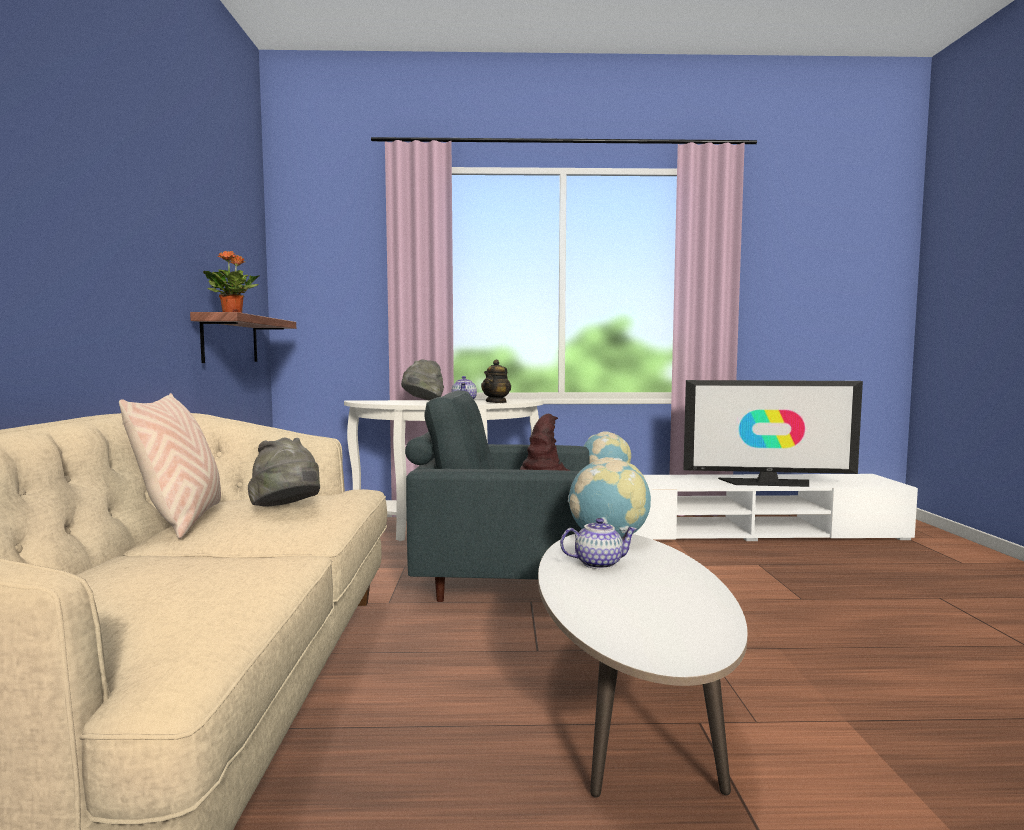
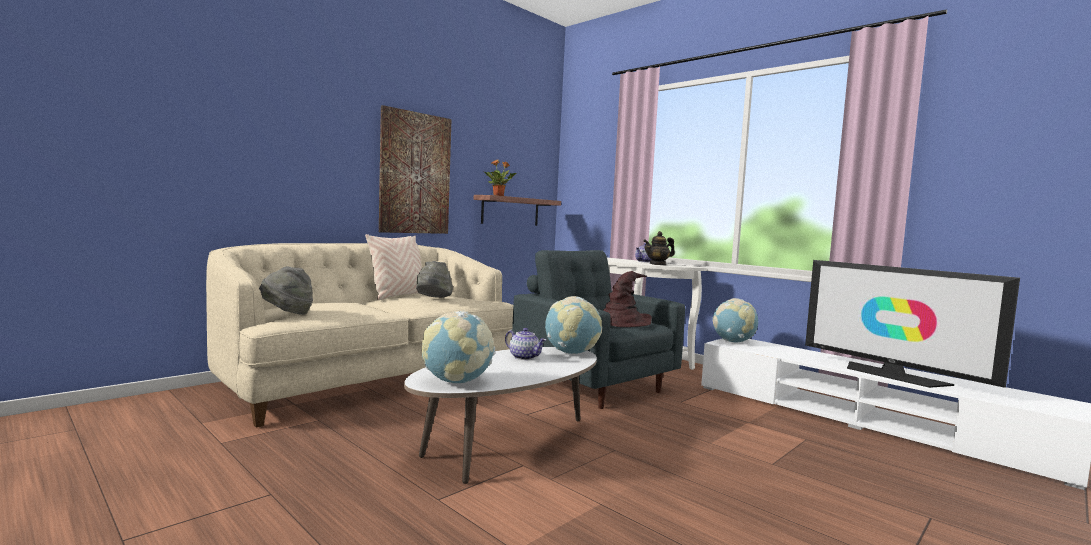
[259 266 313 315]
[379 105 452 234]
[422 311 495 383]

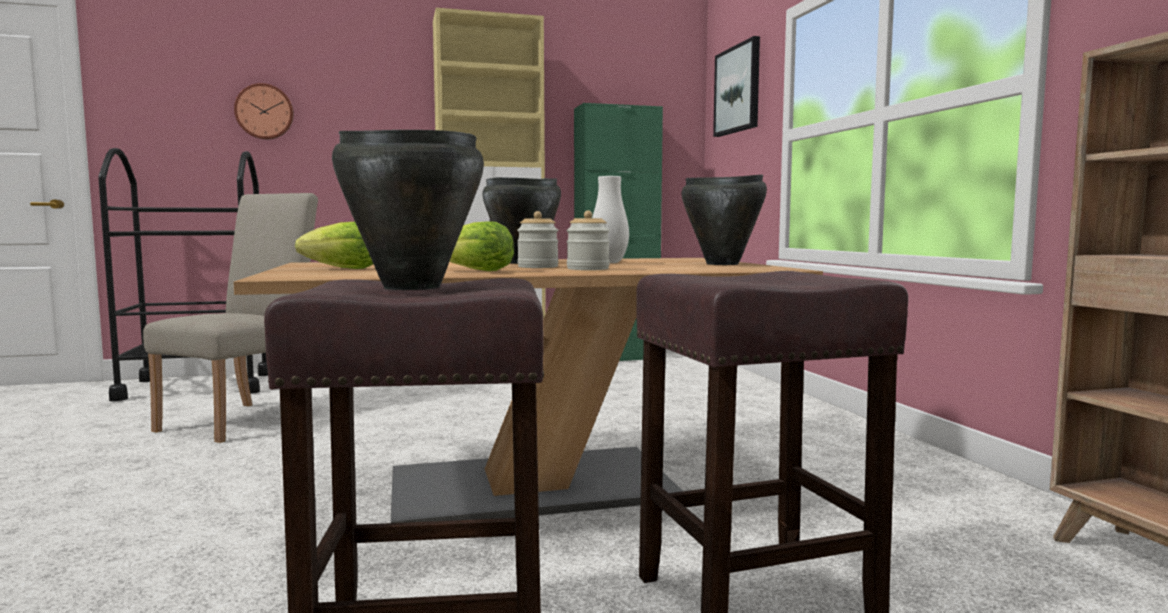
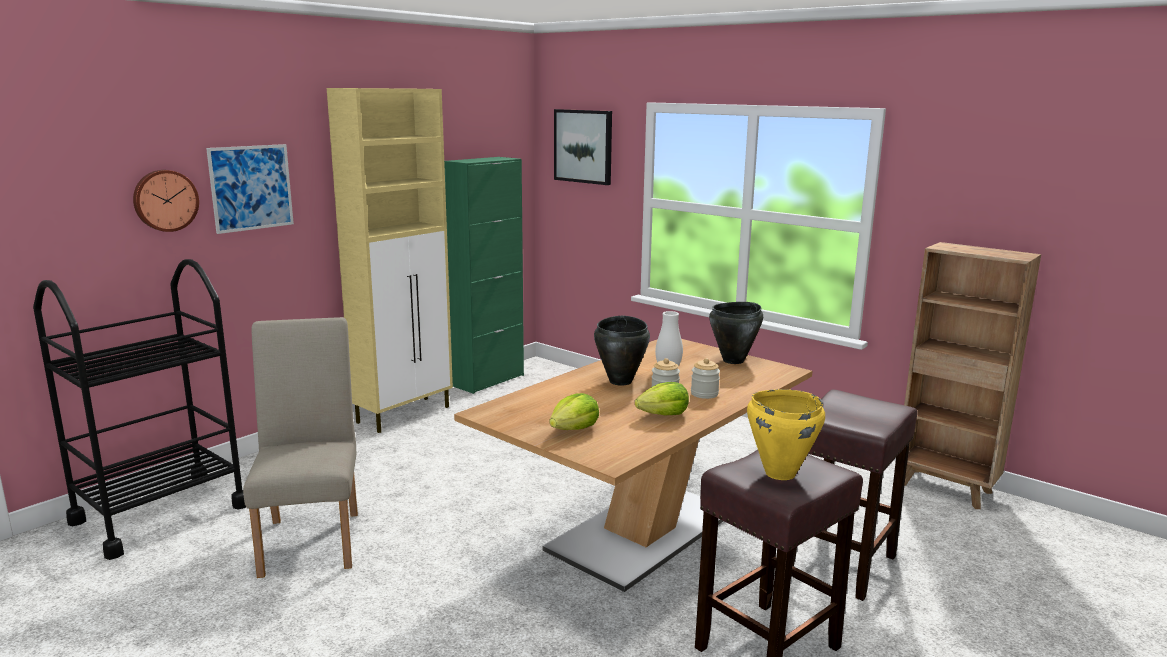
[747 389 825 480]
[206 144 294 234]

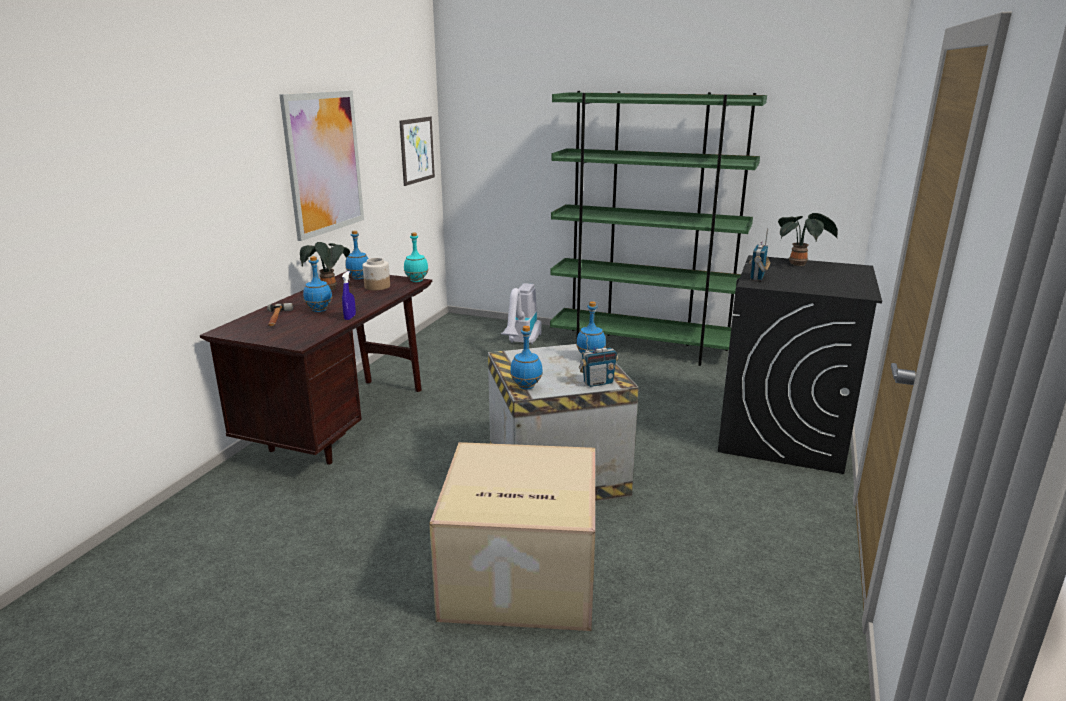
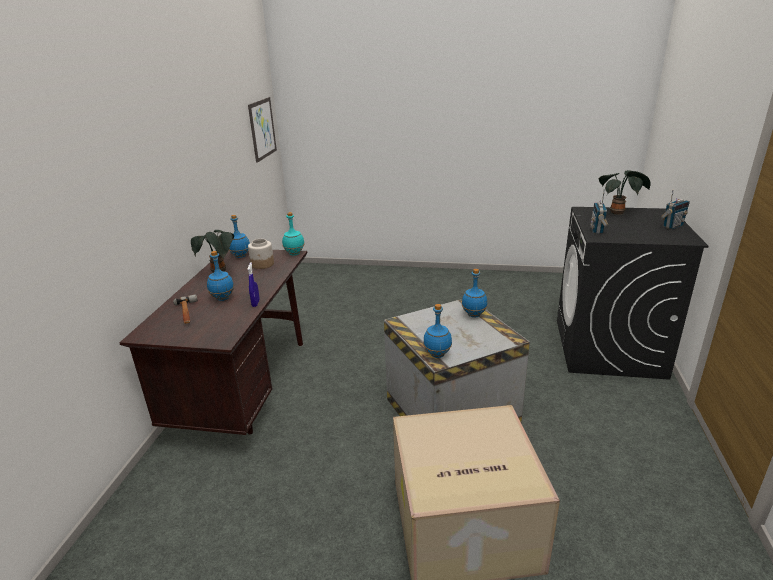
[279 91 364 241] (first image)
[501 283 541 344] (first image)
[550 91 767 366] (first image)
[661 189 690 229]

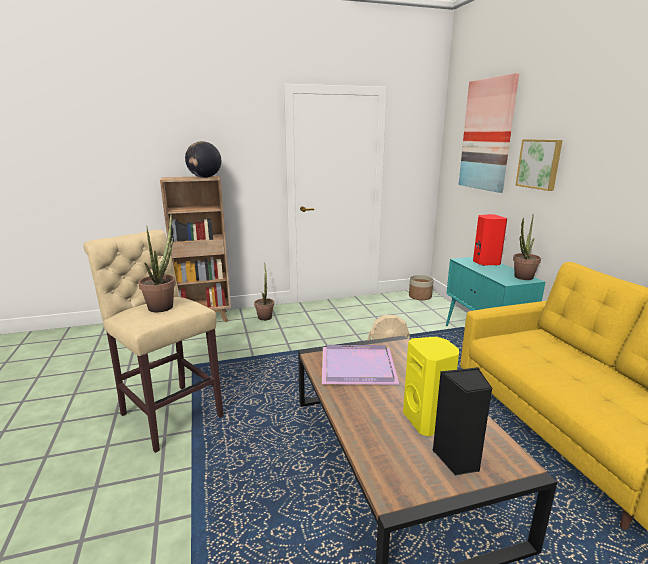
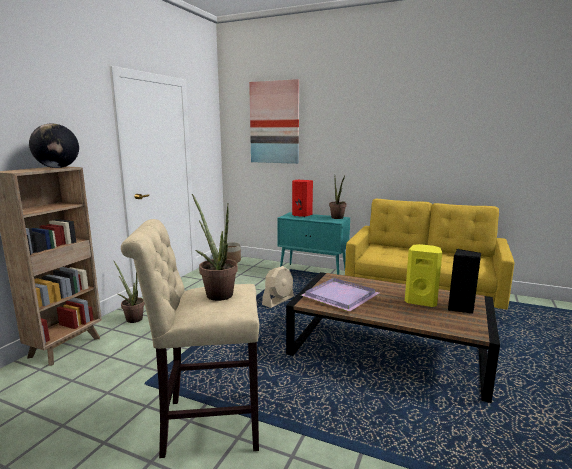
[515 139 563 191] (first image)

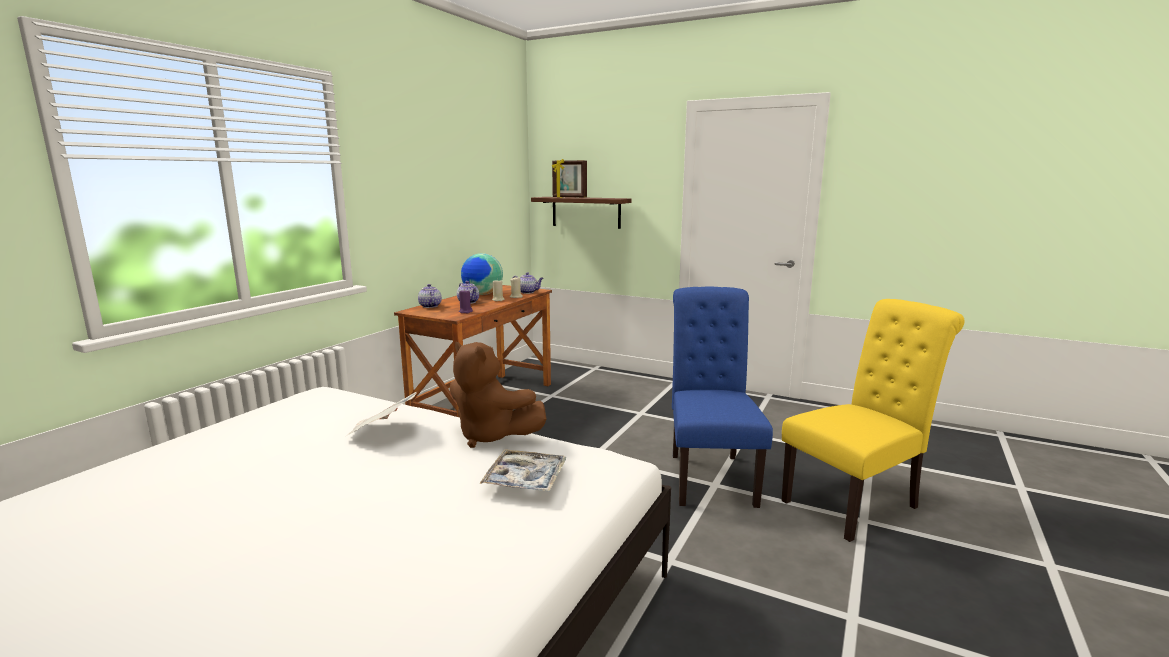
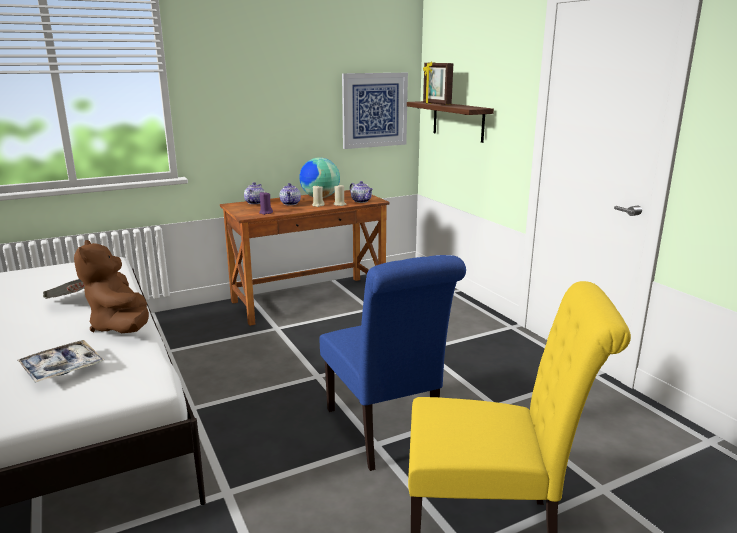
[320 255 466 471]
[342 73 408 149]

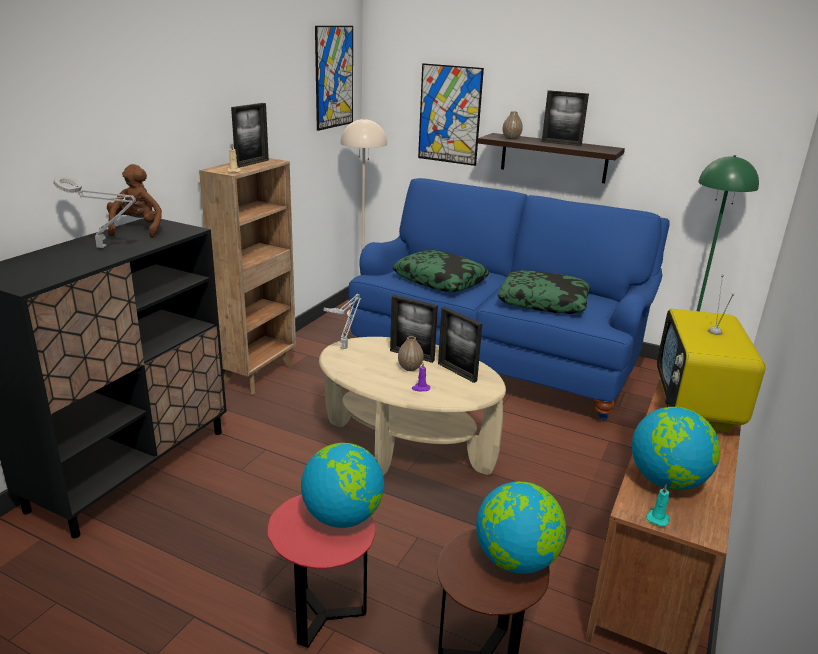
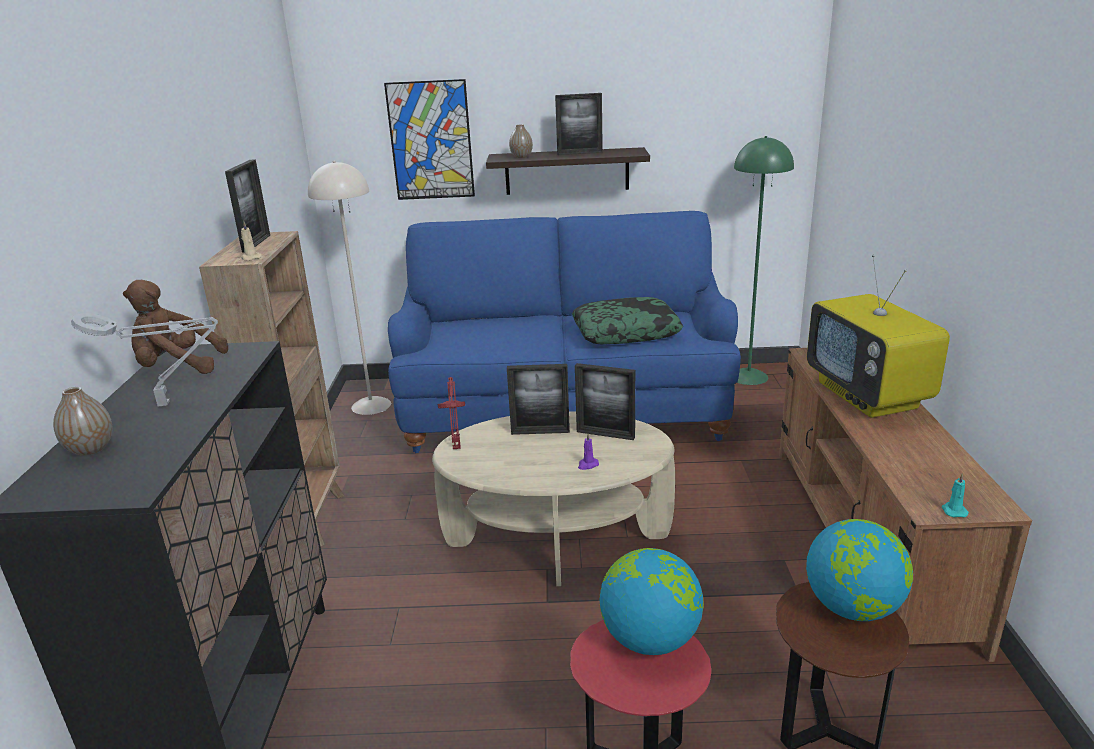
[123 280 228 374]
[315 26 353 131] (first image)
[437 377 465 449]
[393 250 489 292] (first image)
[53 387 113 456]
[632 407 720 490] (first image)

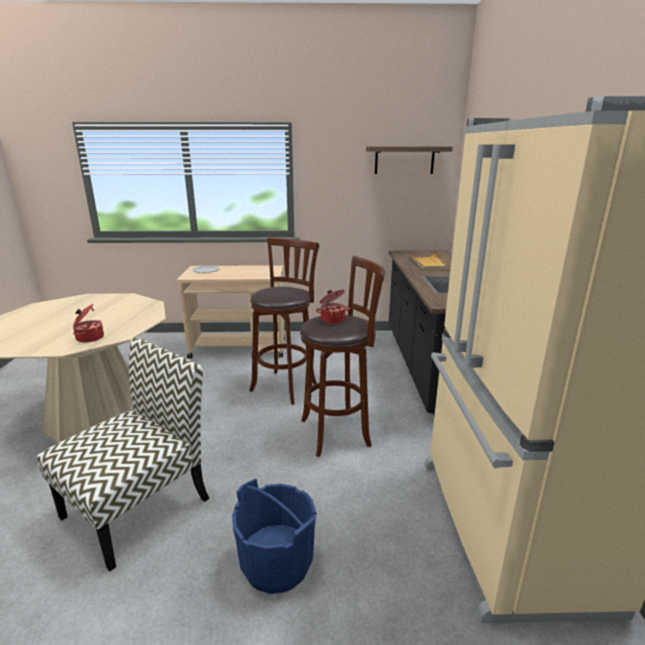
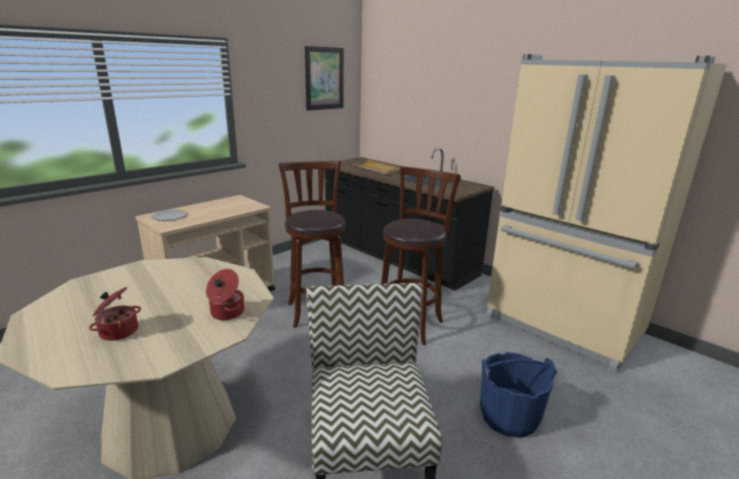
[89 287 141 341]
[305 46 344 111]

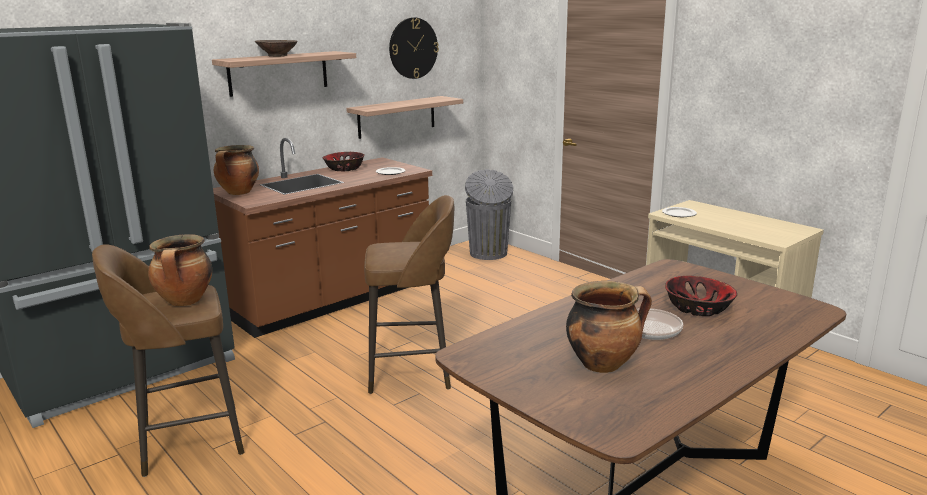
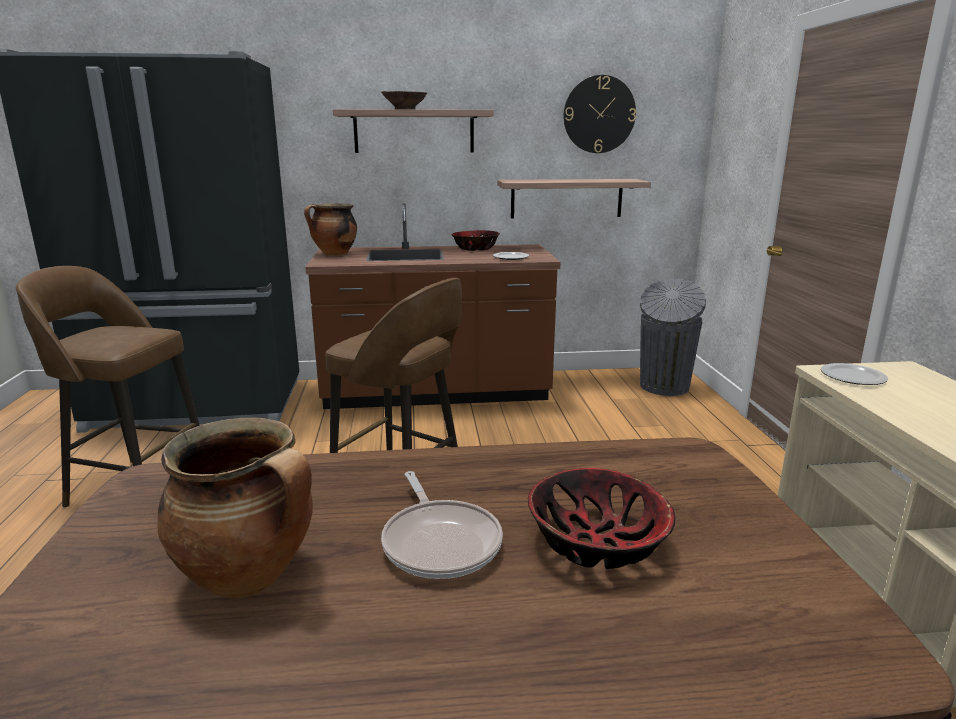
[148 234 212 306] (first image)

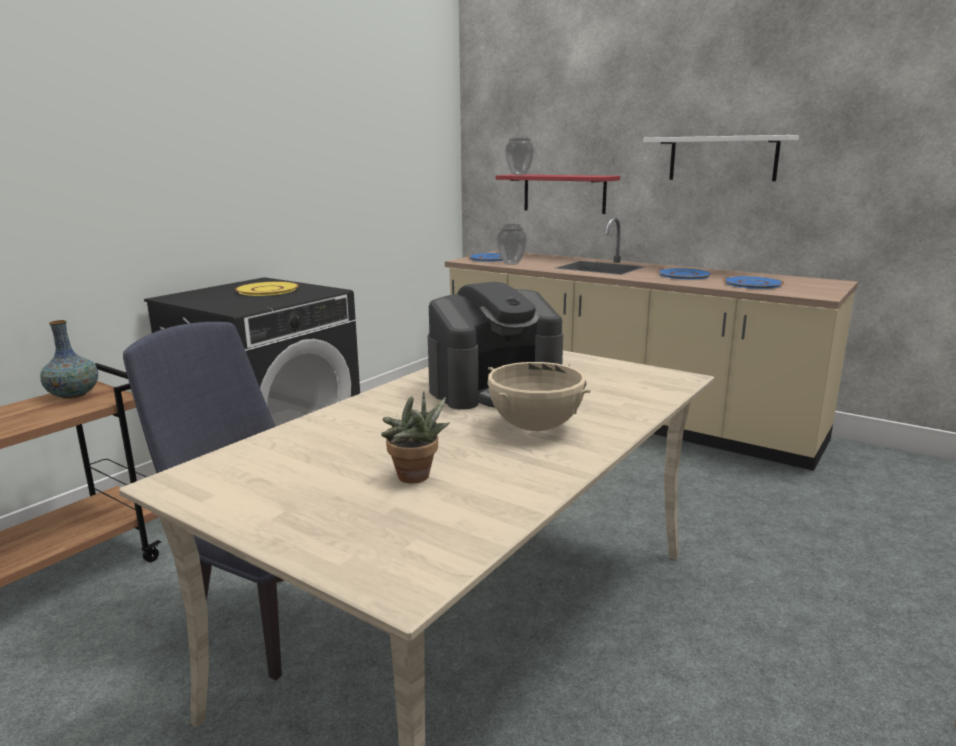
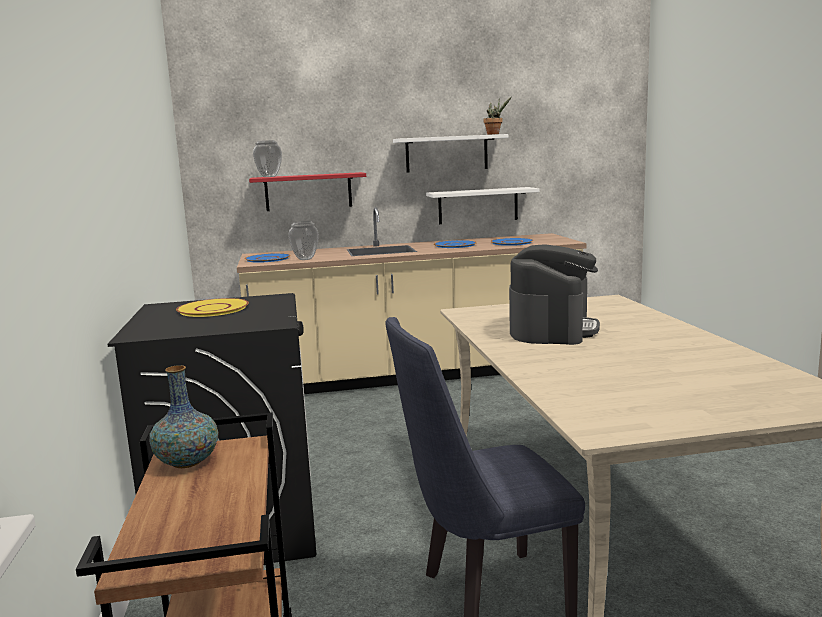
[483 97 511 135]
[487 362 591 431] (first image)
[426 187 539 224]

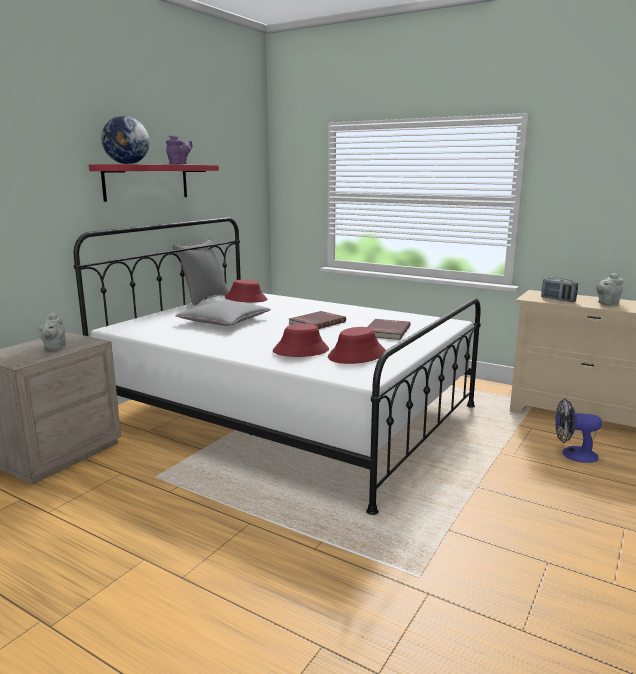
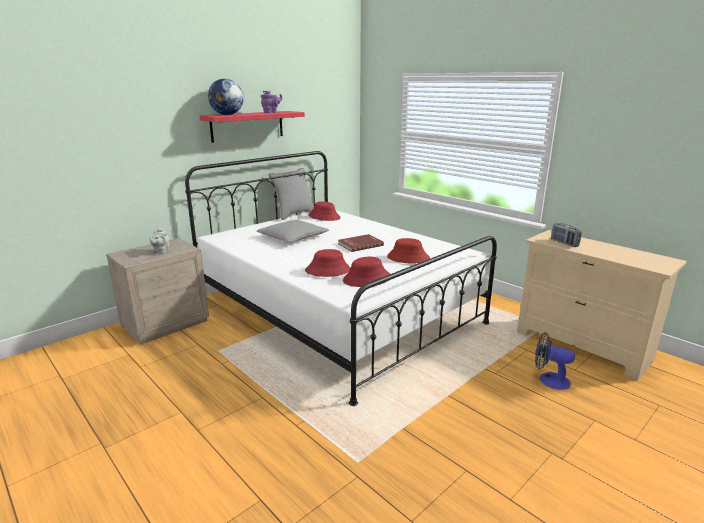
[387 238 430 263]
[596 273 623 306] (first image)

